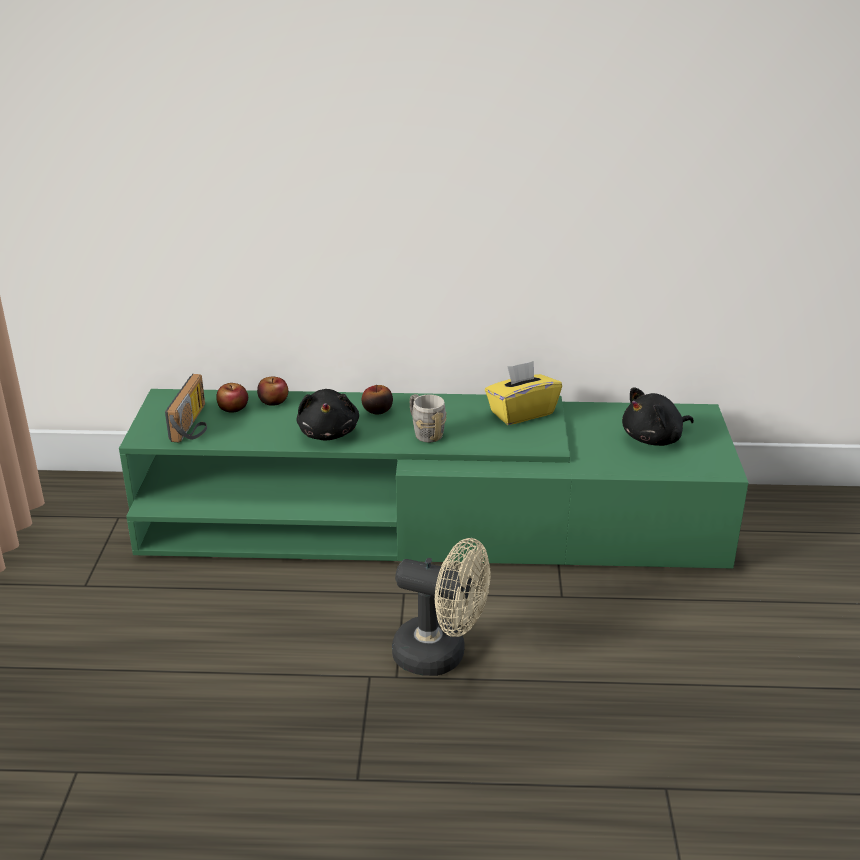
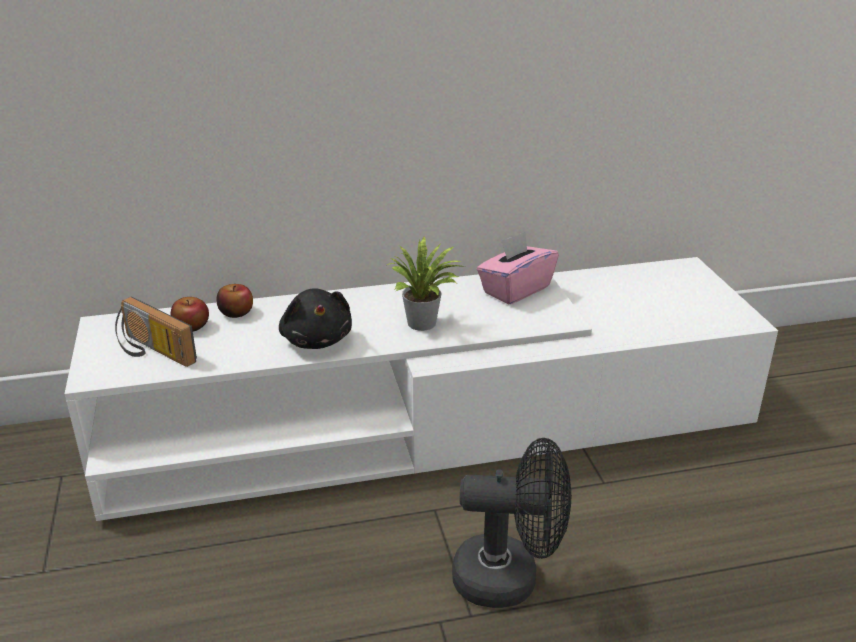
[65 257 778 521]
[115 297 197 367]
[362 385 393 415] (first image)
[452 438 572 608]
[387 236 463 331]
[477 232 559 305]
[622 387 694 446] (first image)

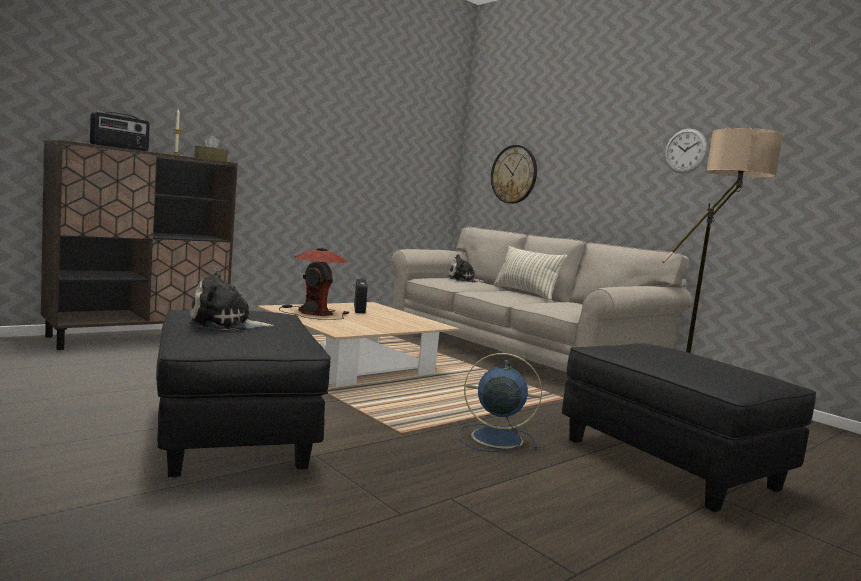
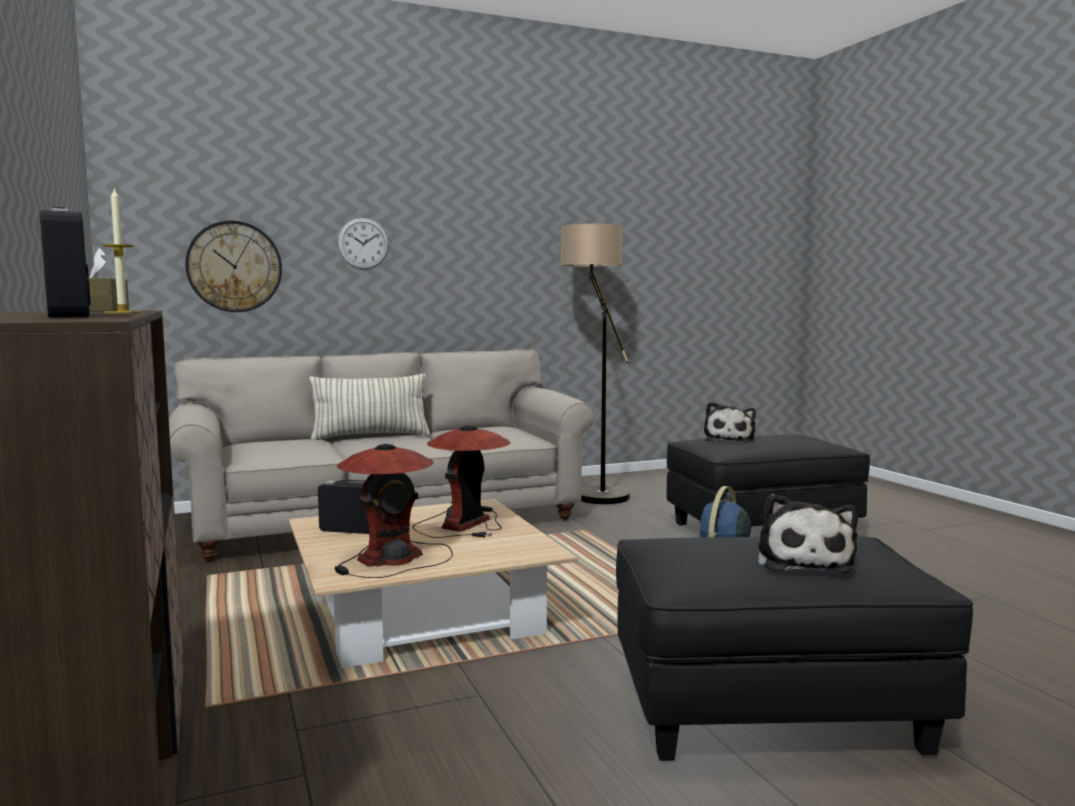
[704 402 756 442]
[337 218 389 270]
[413 425 511 538]

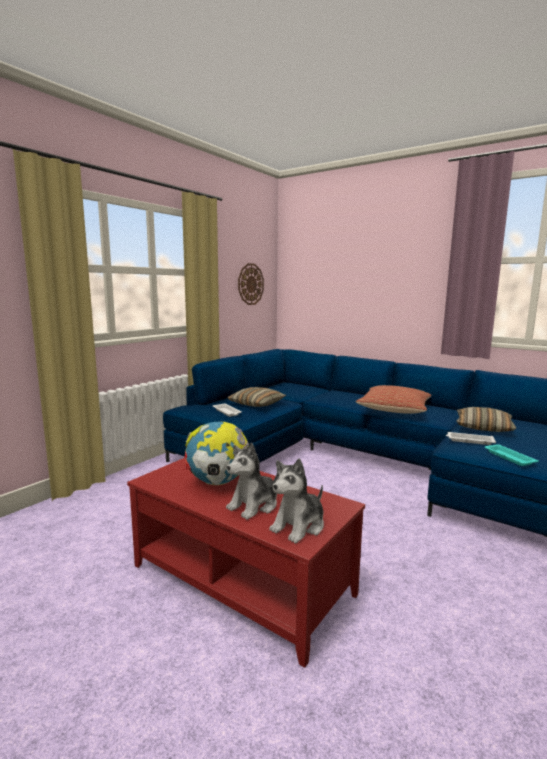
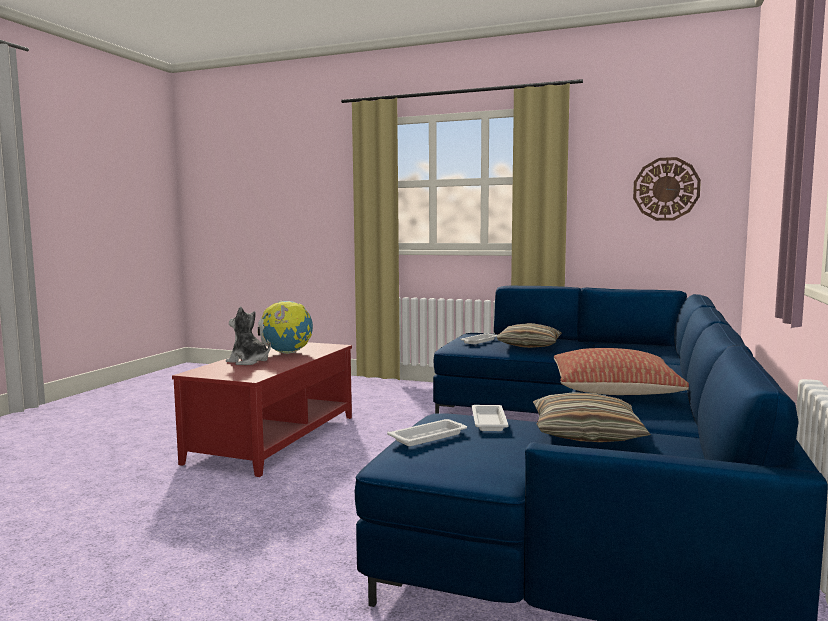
[269 458 324 543] (first image)
[387 419 467 446]

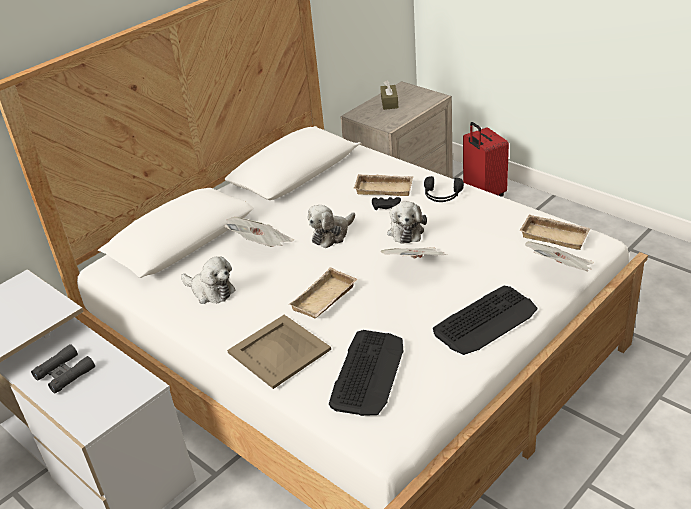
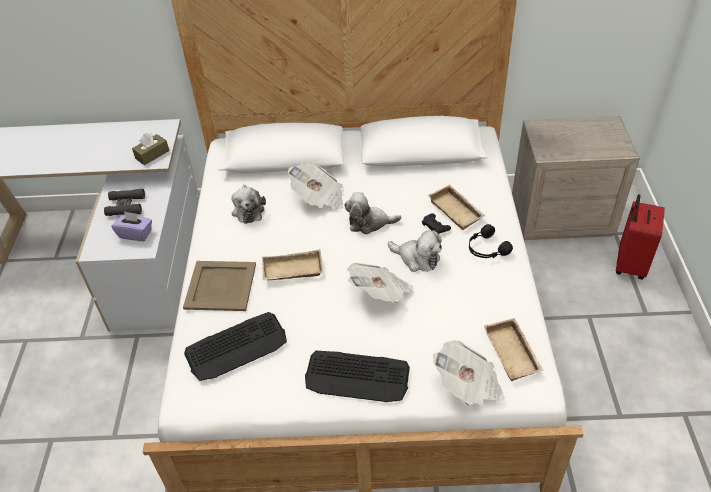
[132 133 169 165]
[388 230 442 272]
[111 211 152 241]

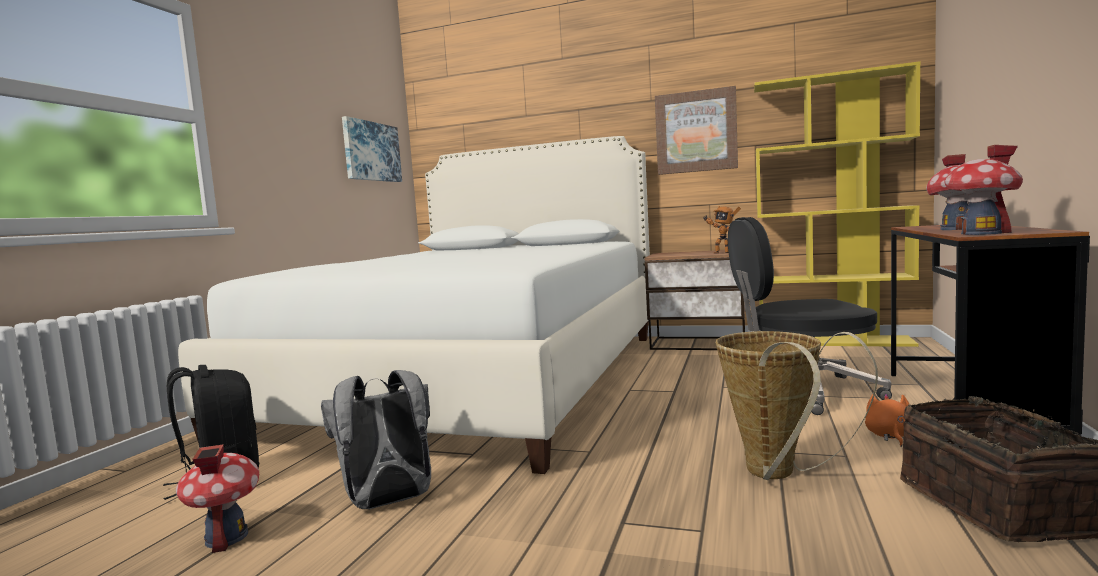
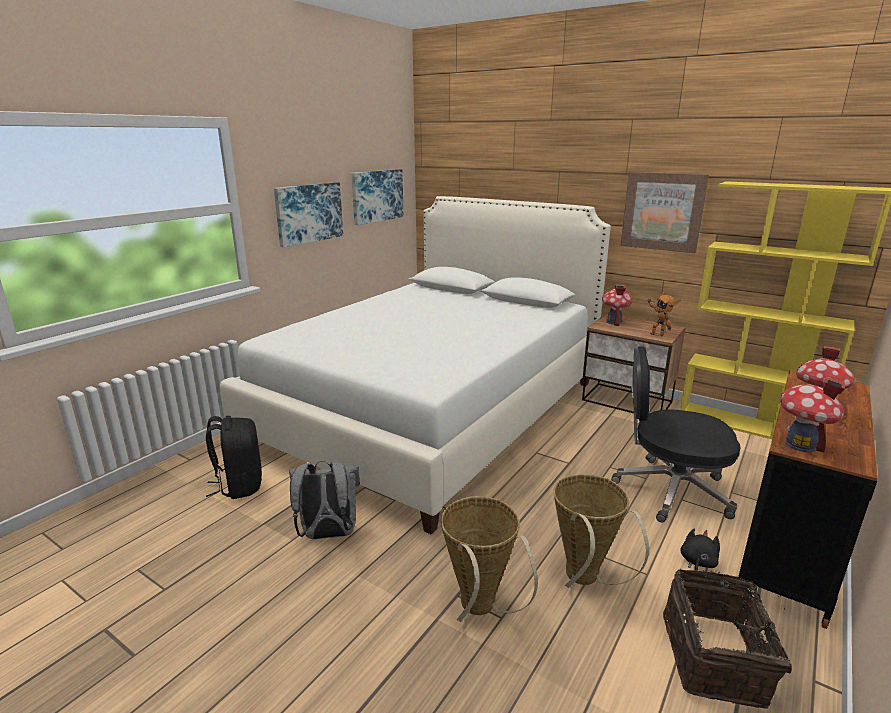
[602 285 632 326]
[680 529 720 571]
[274 182 343 247]
[441 496 538 622]

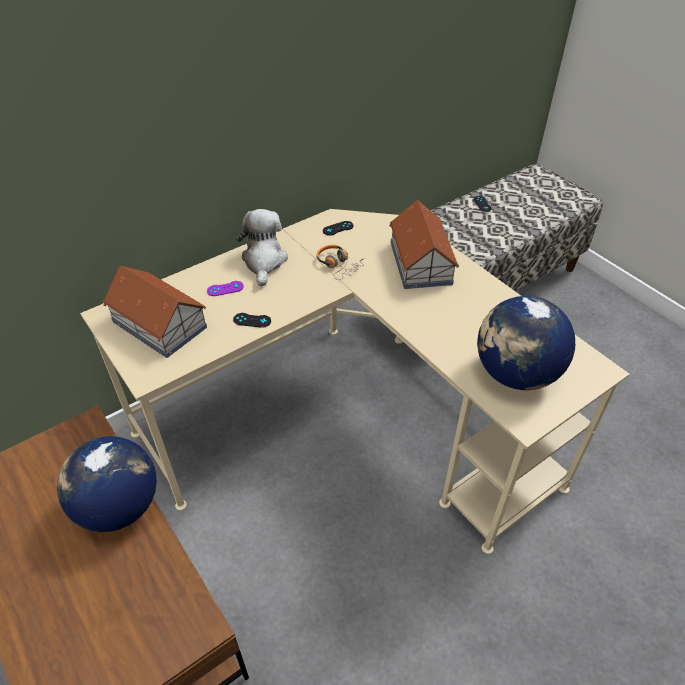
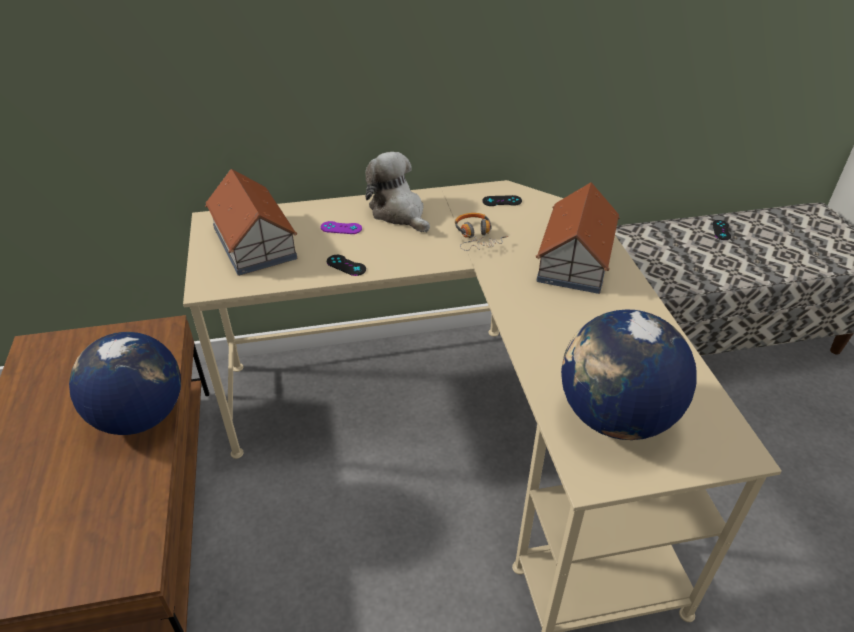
[365 152 430 232]

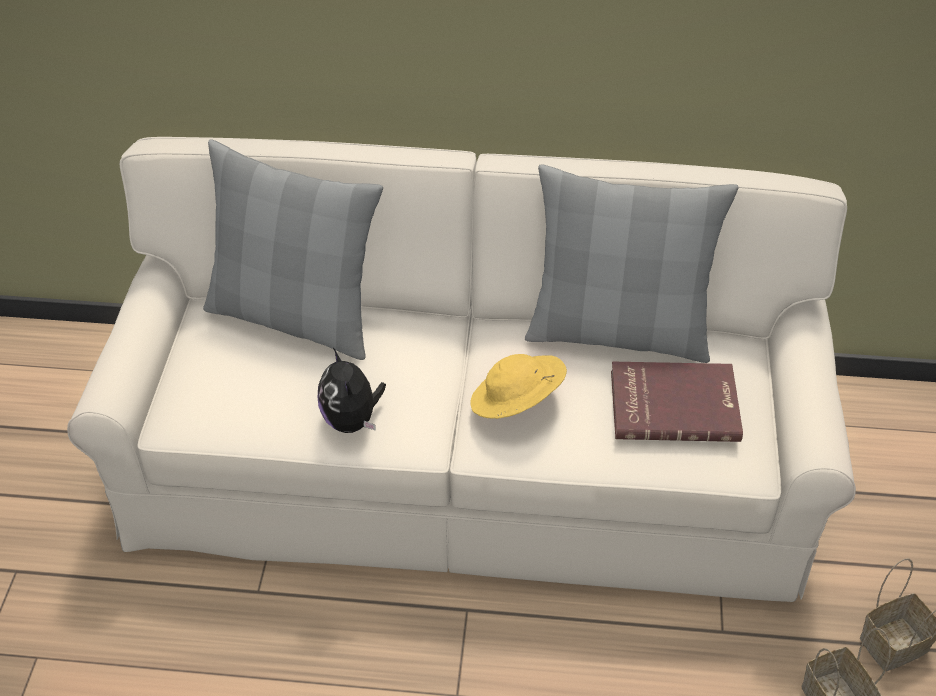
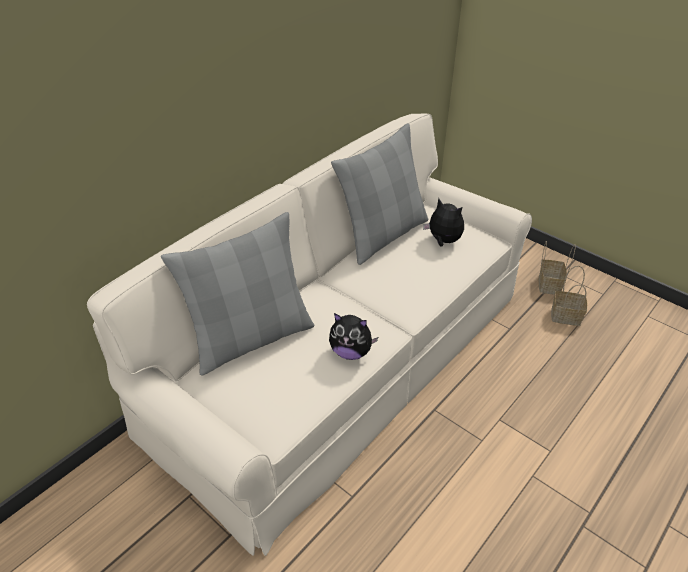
[471 354 567 419] (first image)
[423 198 464 247]

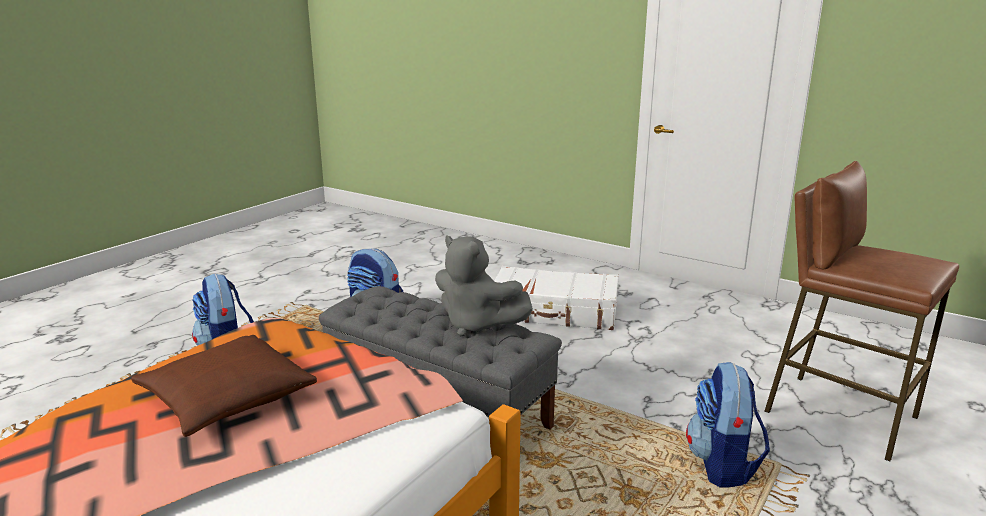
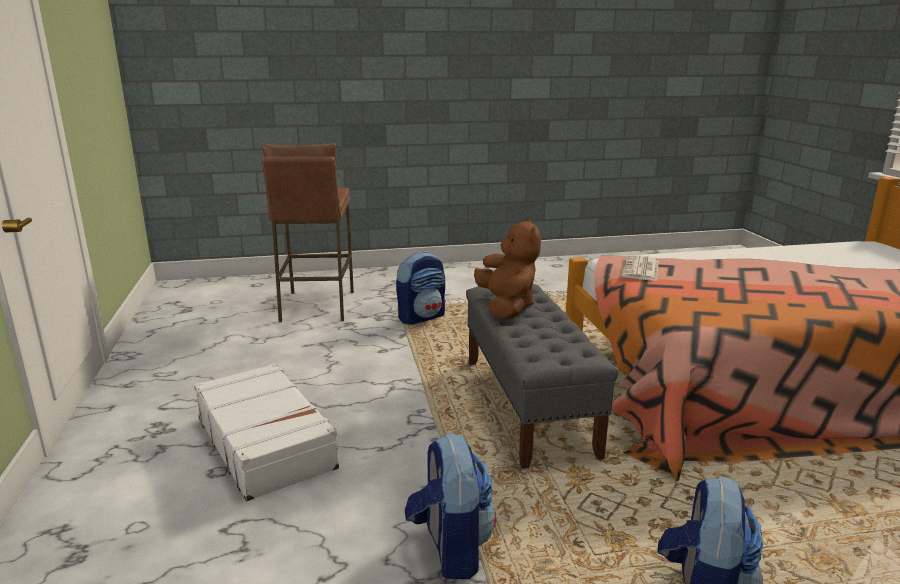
[131 335 317 437] (first image)
[474 218 541 319]
[622 255 659 281]

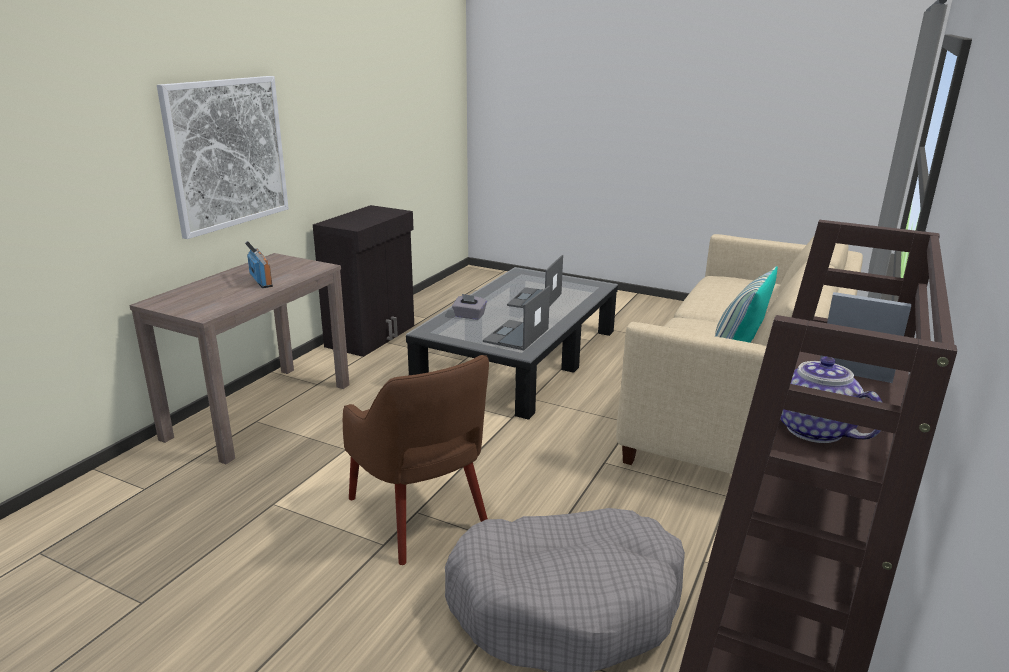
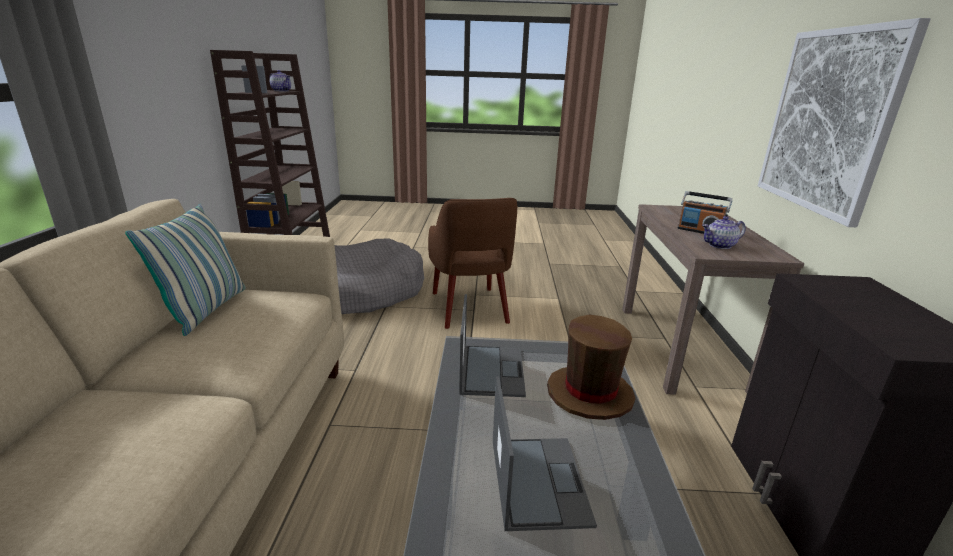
[428 198 517 329]
[547 315 635 420]
[702 216 746 249]

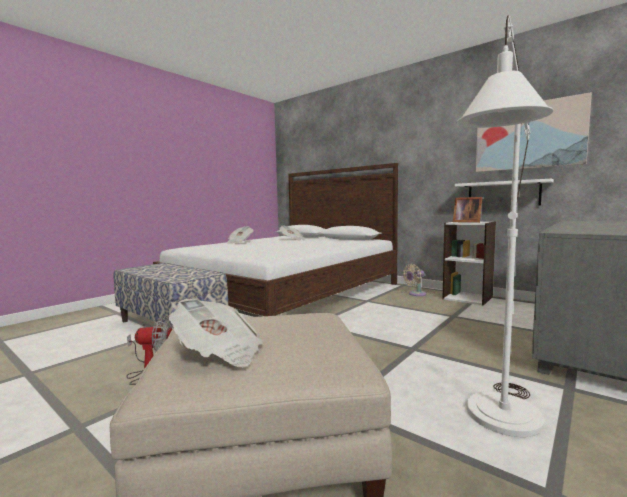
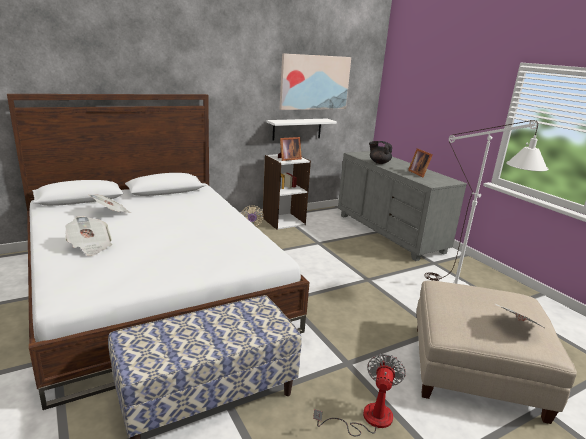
[369 141 392 164]
[408 148 433 177]

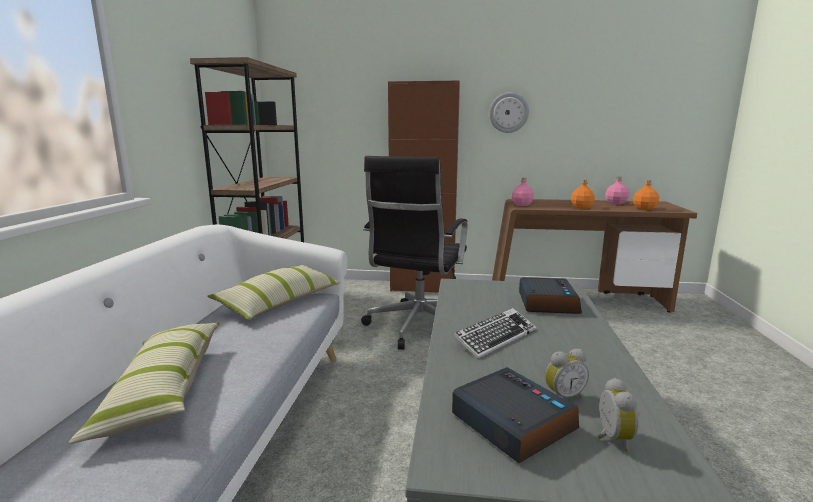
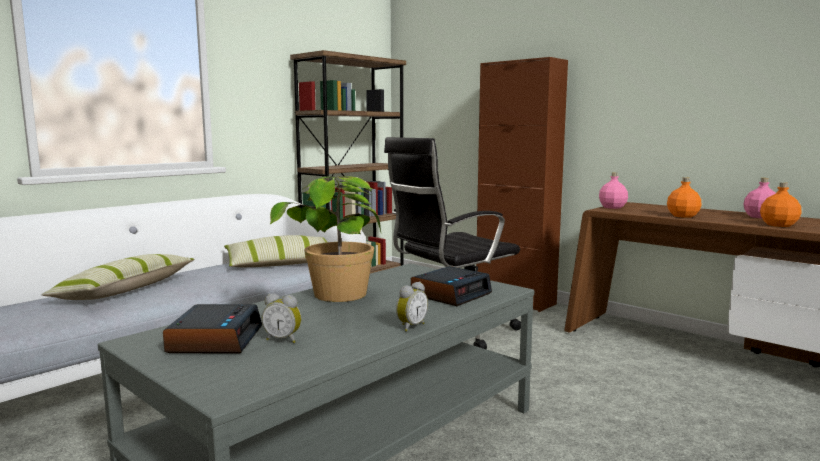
[270 176 382 302]
[489 92 529 133] (first image)
[396 281 428 332]

